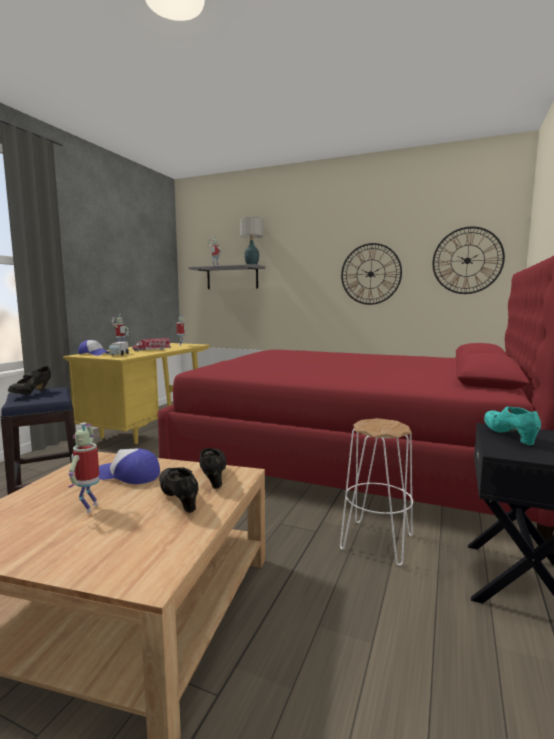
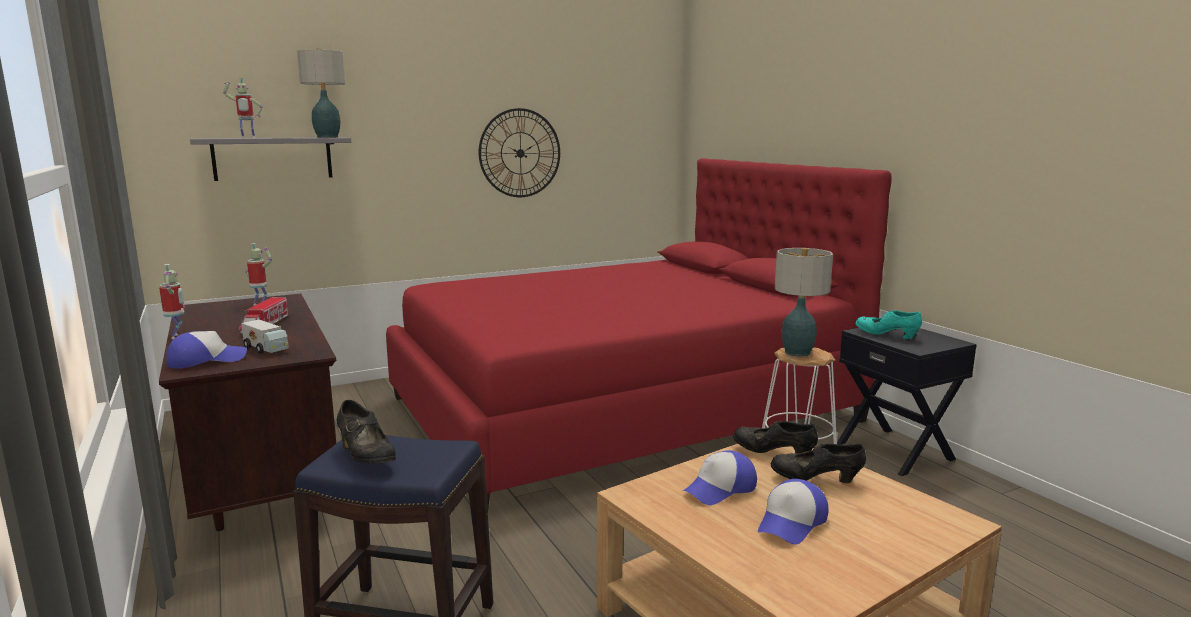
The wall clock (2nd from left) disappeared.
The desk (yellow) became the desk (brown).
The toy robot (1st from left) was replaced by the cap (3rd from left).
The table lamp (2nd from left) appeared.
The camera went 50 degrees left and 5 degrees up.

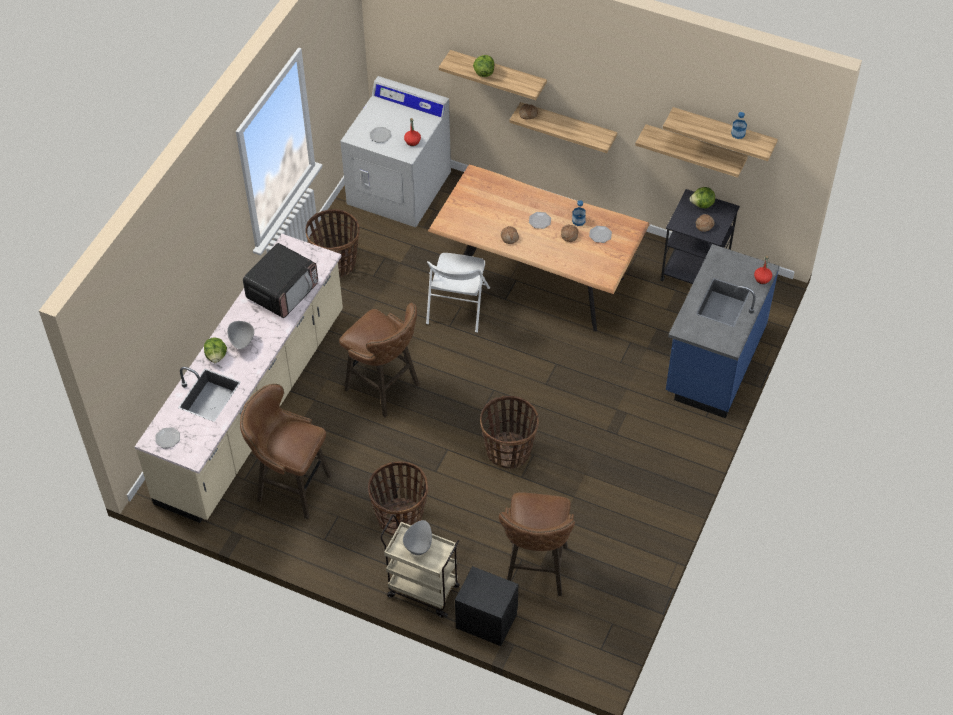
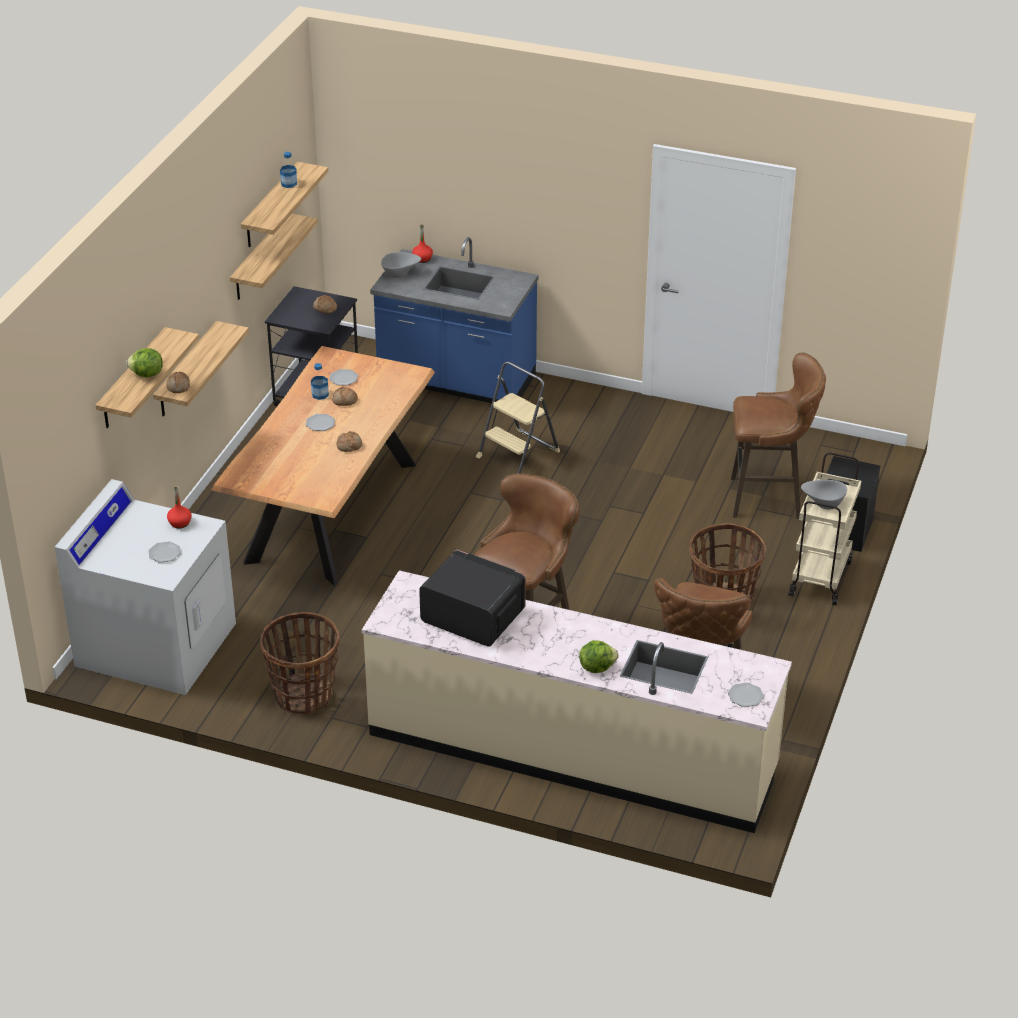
The lettuce (3rd from left) disappeared.
The chair (white) disappeared.
The bowl (grey) (1st from left) moved.
The basket (3rd from left) disappeared.
The step ladder (beige) appeared.
The camera went 95 degrees left and 15 degrees down.

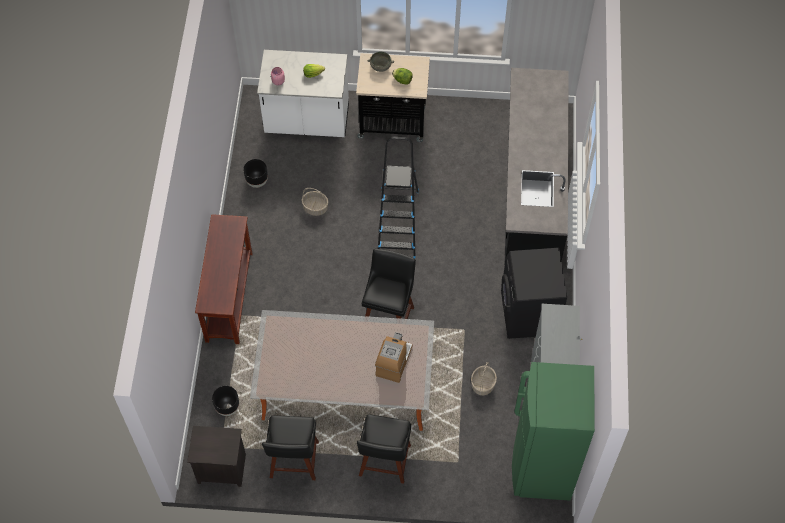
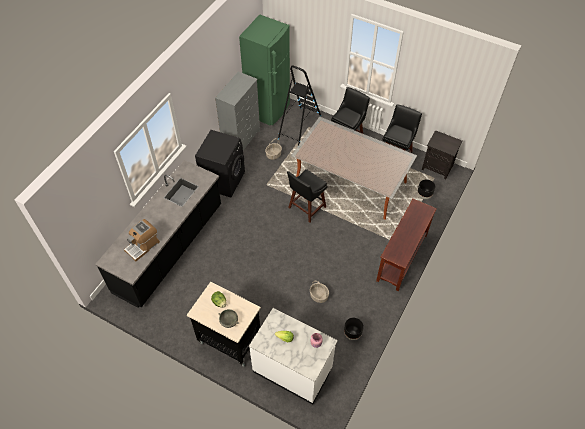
The step ladder (black) moved.
The coffee machine moved.
The camera went 155 degrees left and 5 degrees down.

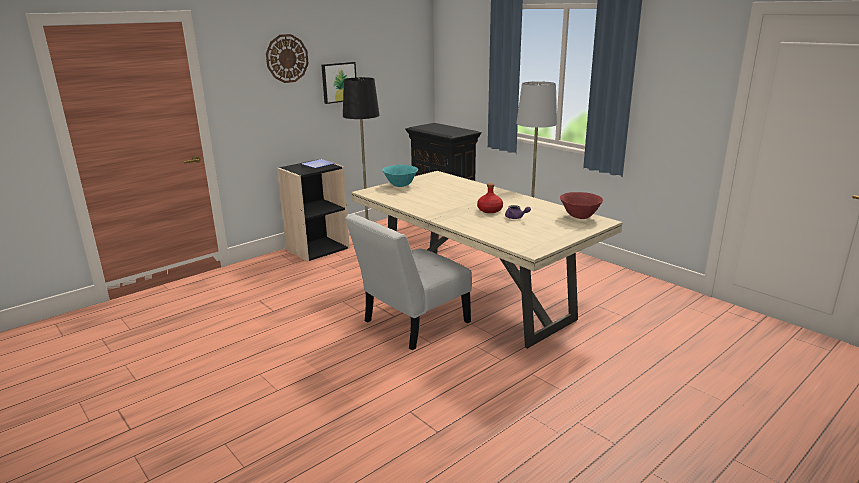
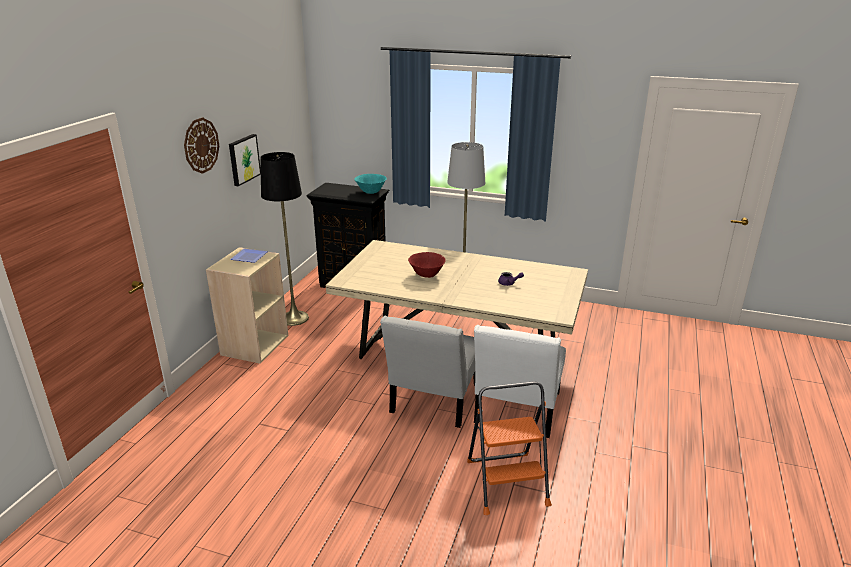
The bookcase (black) became the bookcase (beige).
The bowl (turquoise) moved.
The bottle (red) disappeared.
The bowl (red) moved.
The chair (white) (2nd from left) appeared.
The step ladder (orange) appeared.
The camera went 30 degrees left and 5 degrees up.

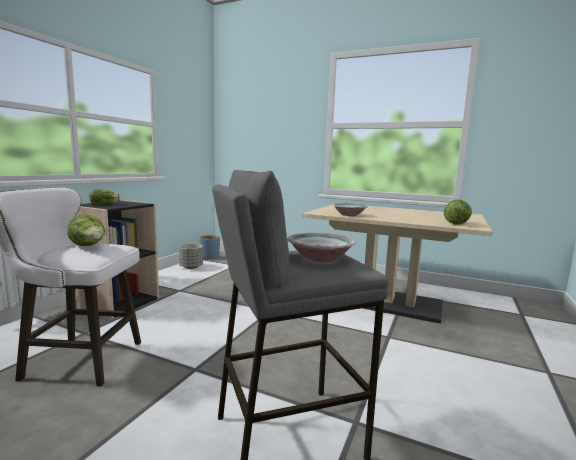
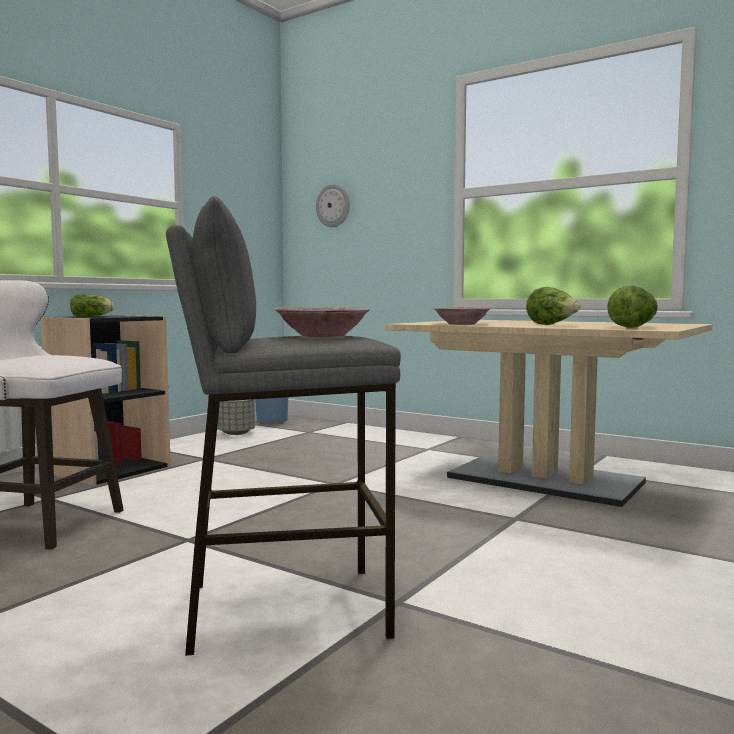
The lettuce (1st from left in the first image) moved.
The wall clock appeared.
The camera went 10 degrees right and 5 degrees down.

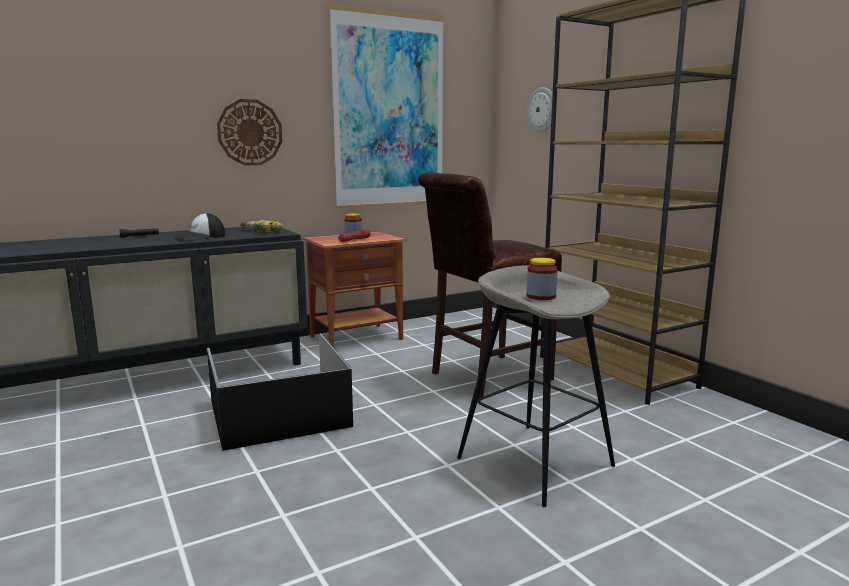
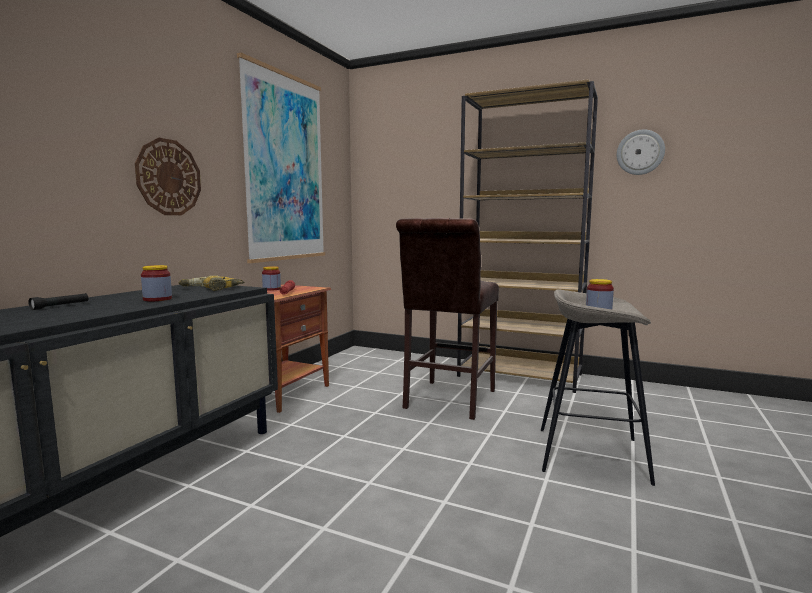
The wall clock (2nd from left) moved.
The cap was replaced by the jar (1st from left).
The storage box (black) disappeared.
The camera went 35 degrees left and 5 degrees down.

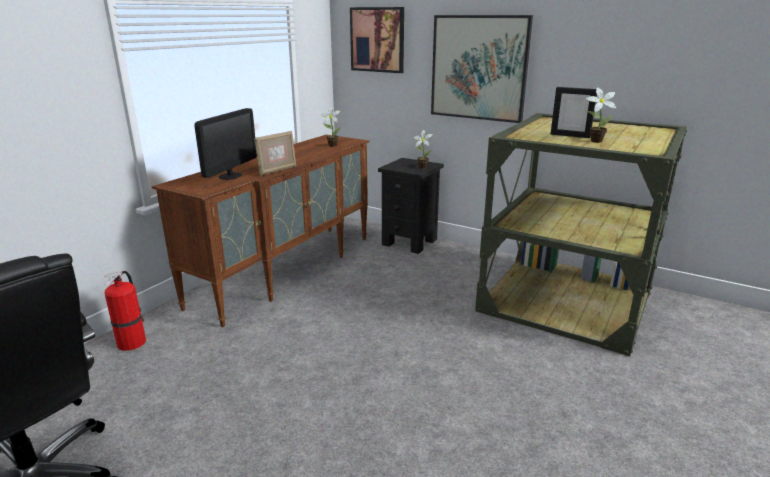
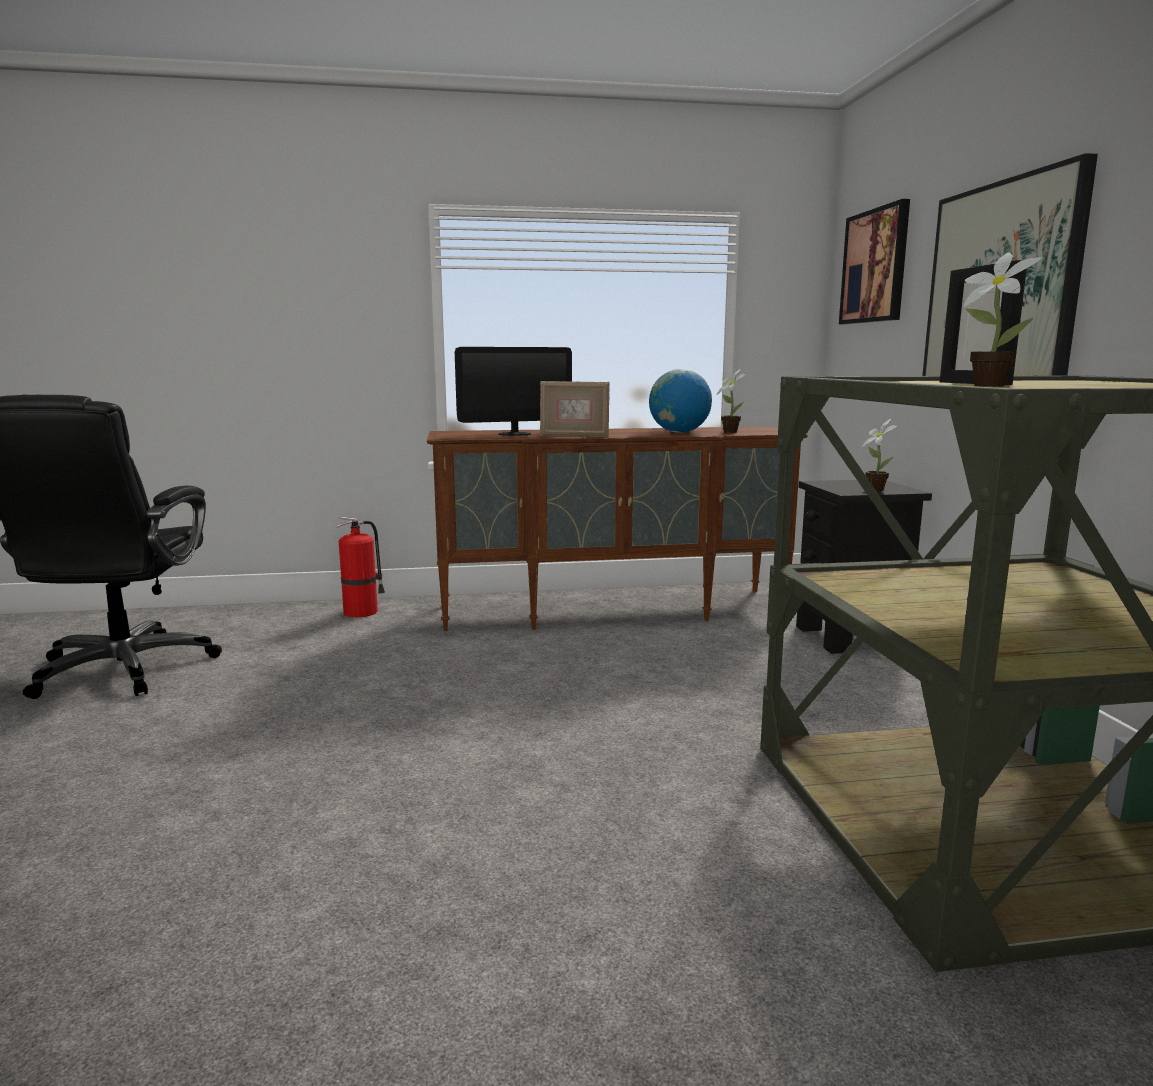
The globe appeared.
The camera went 50 degrees right and 10 degrees down.

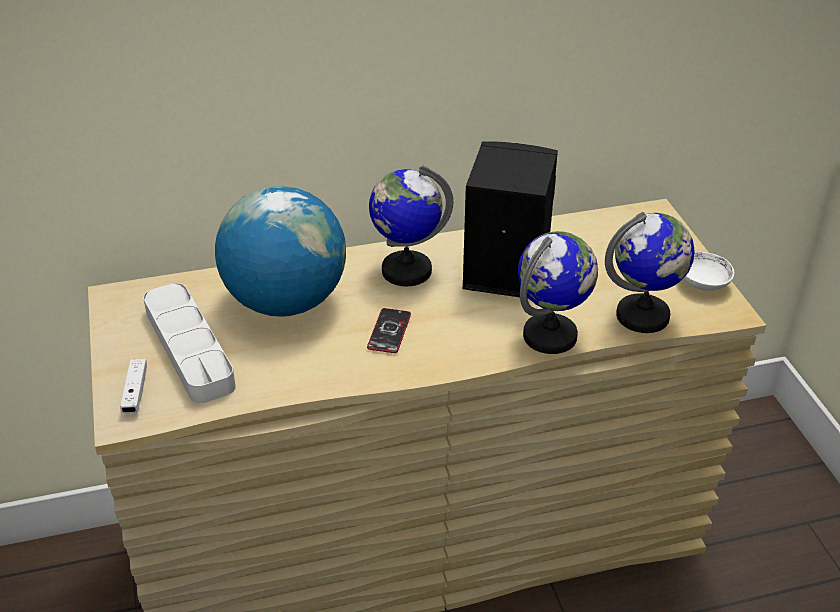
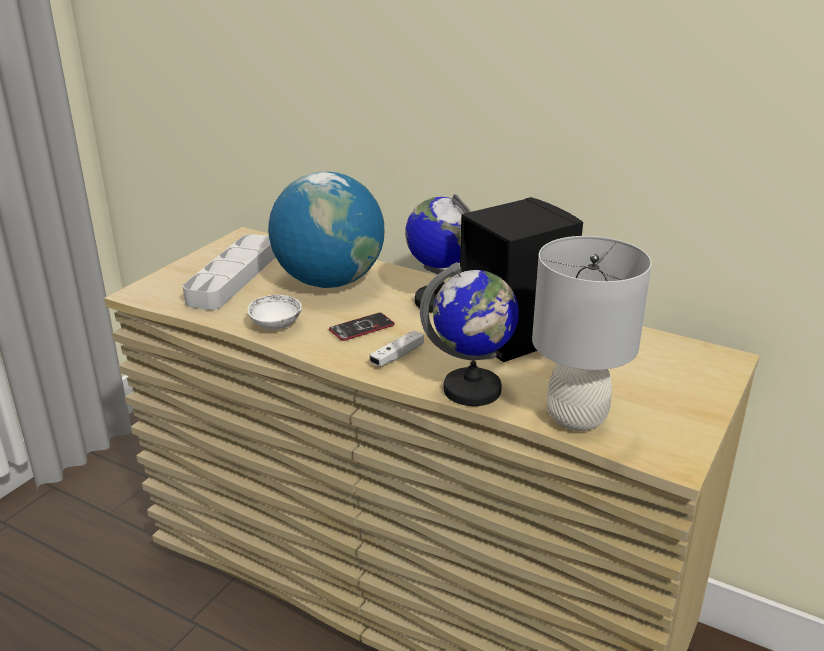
The globe (4th from left) was replaced by the table lamp (grey).
The bowl (white) moved.
The game controller (white) moved.
The camera went 45 degrees right and 10 degrees down.

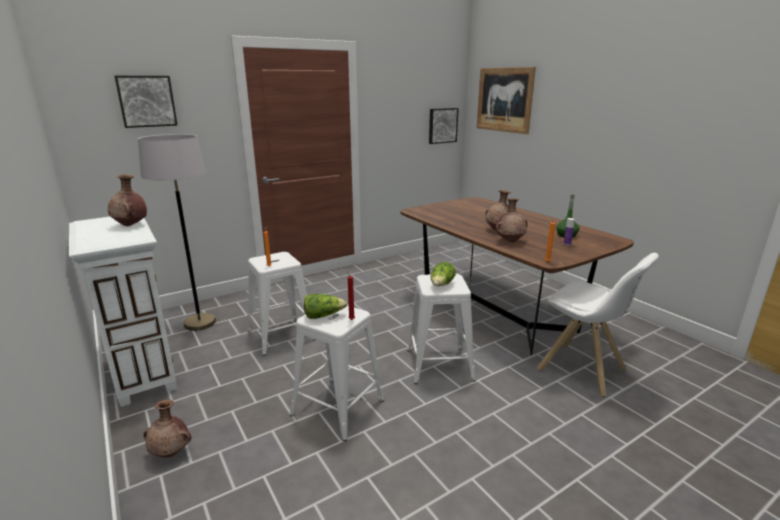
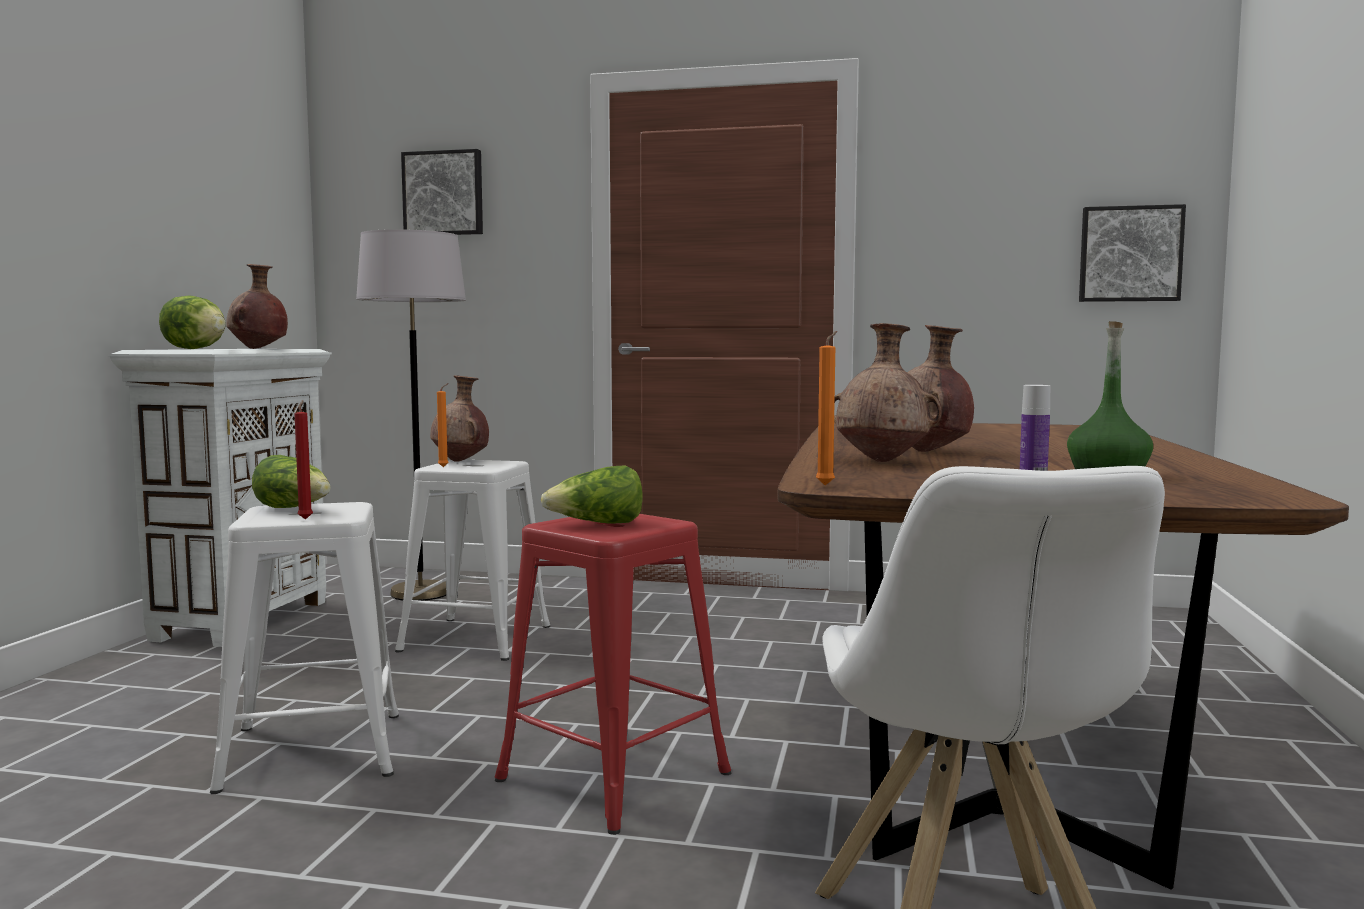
The picture (3rd from left) disappeared.
The stool (white) (3rd from left) became the stool (red).
The vase (brown) (2nd from left) moved.
The lettuce (1st from left) appeared.
The camera went 45 degrees right and 15 degrees down.

